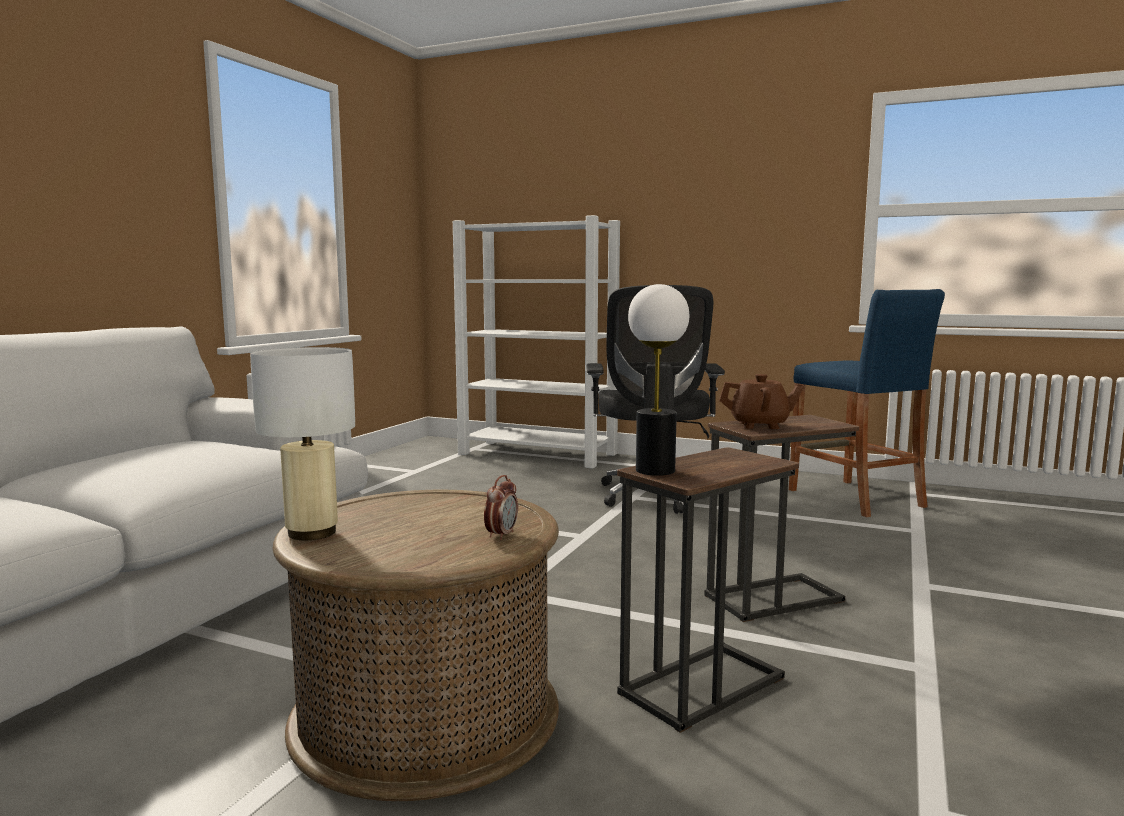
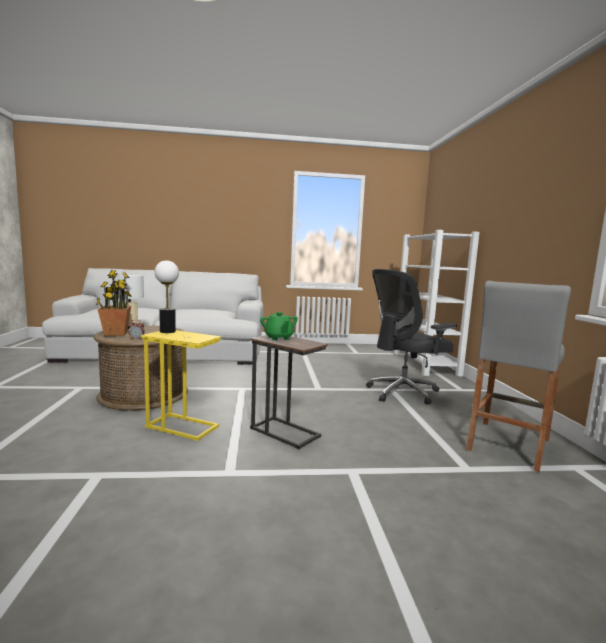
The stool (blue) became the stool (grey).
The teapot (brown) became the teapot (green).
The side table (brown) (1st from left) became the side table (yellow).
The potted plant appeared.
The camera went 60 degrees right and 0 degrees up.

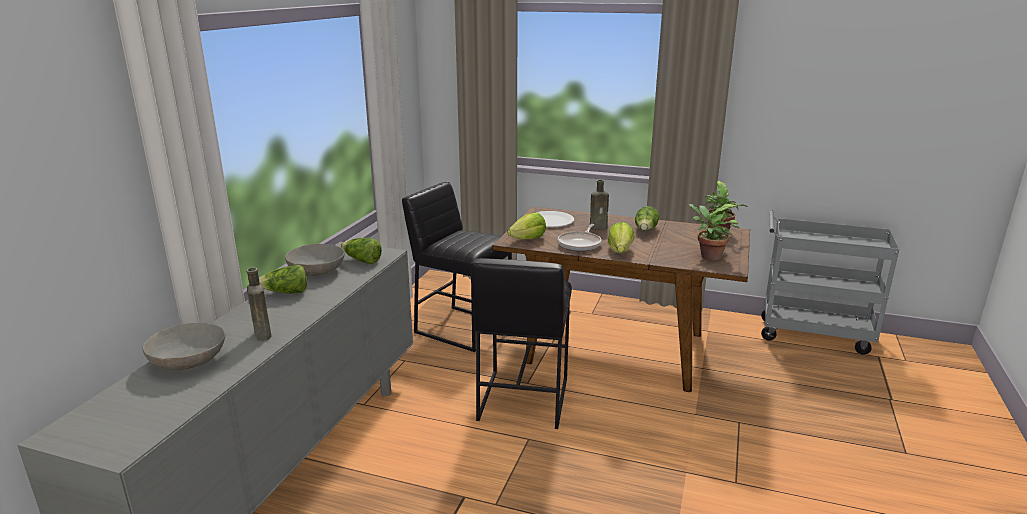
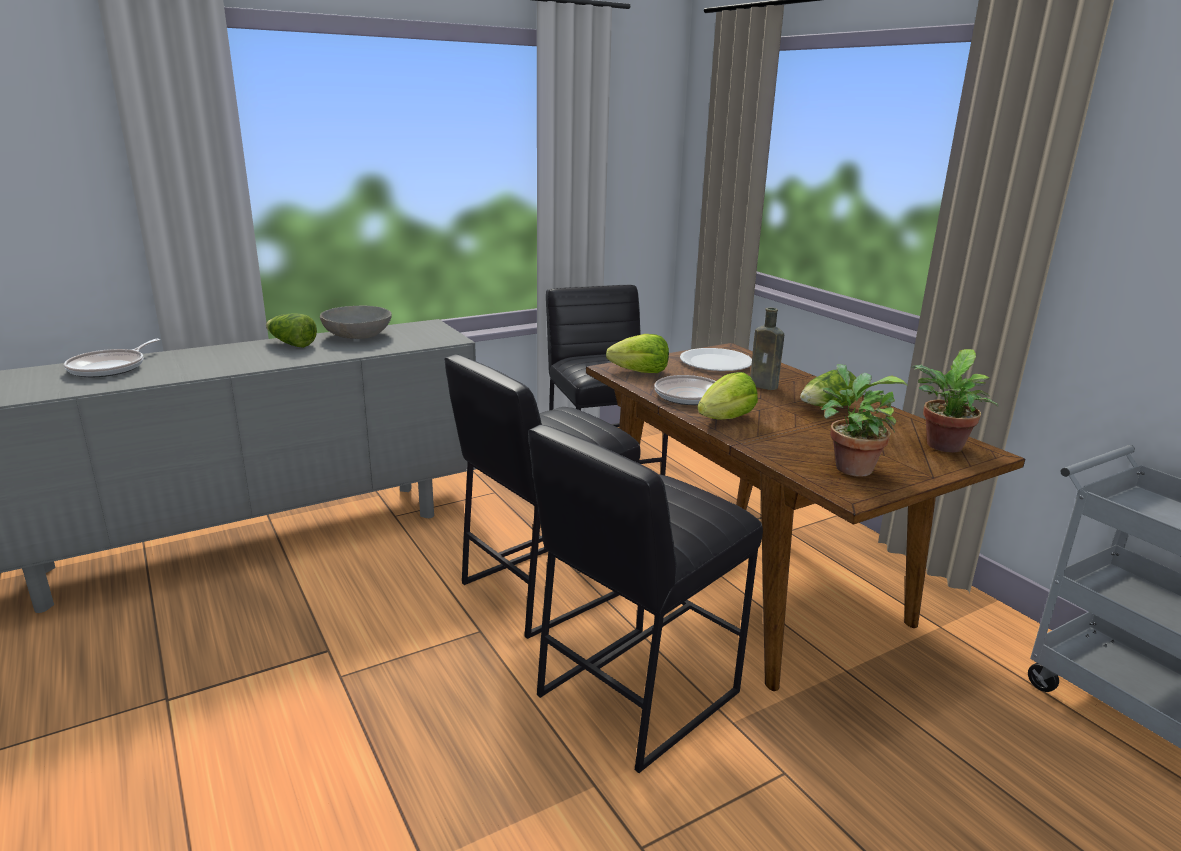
The lettuce (2nd from left) disappeared.
The bottle (brown) (1st from left) disappeared.
The bowl (grey) (1st from left) was replaced by the frying pan (1st from left).
The stool (black) (3rd from left) appeared.
The camera went 40 degrees right and 0 degrees up.

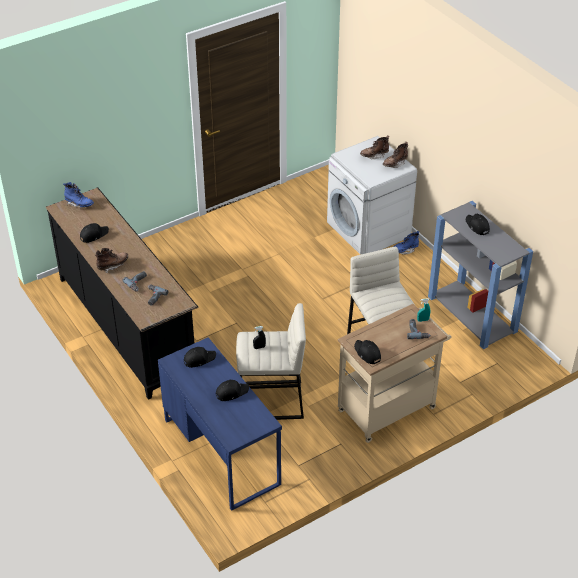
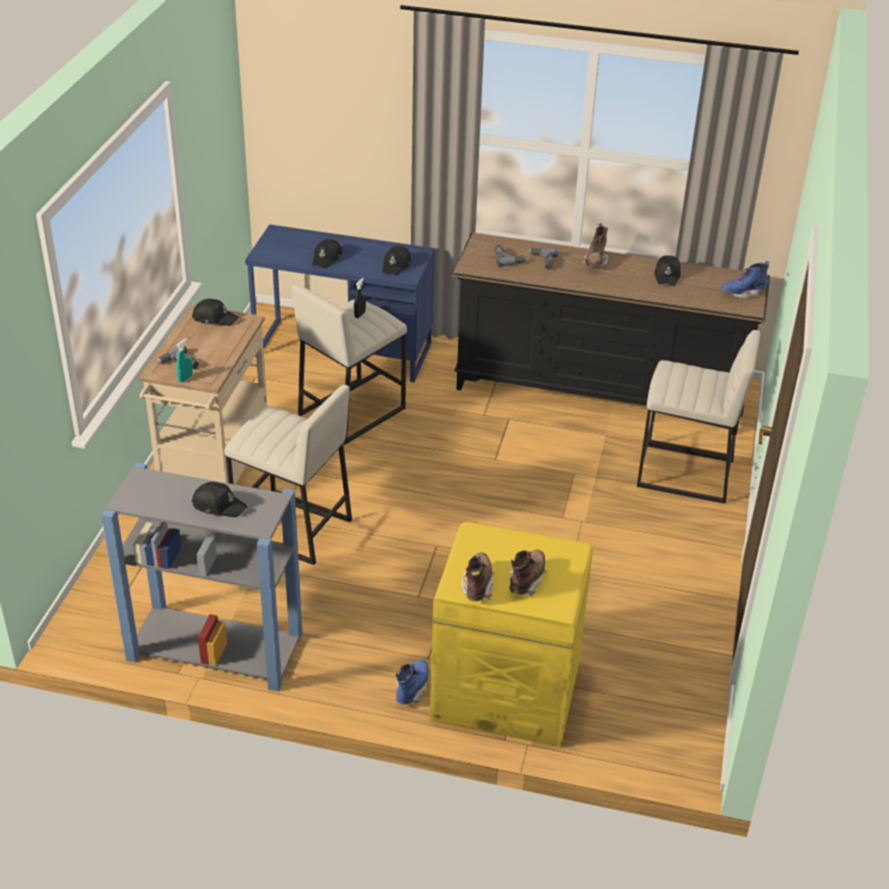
The washing machine (white) became the washing machine (yellow).
The stool (beige) (3rd from left) appeared.
The camera went 135 degrees right and 5 degrees down.

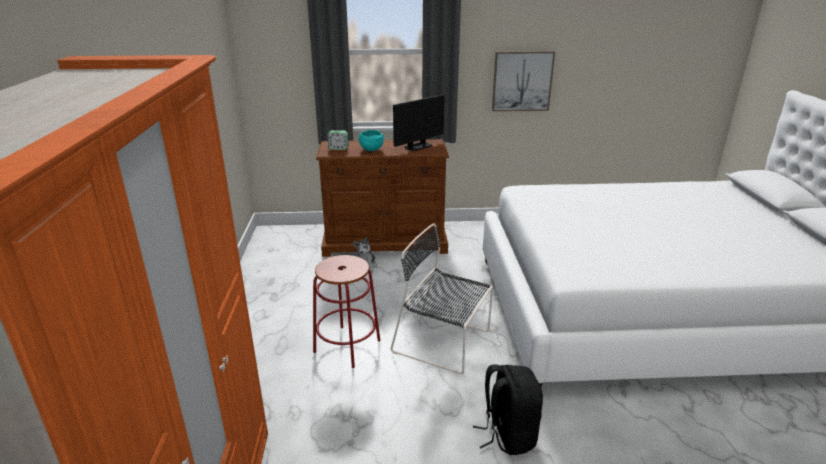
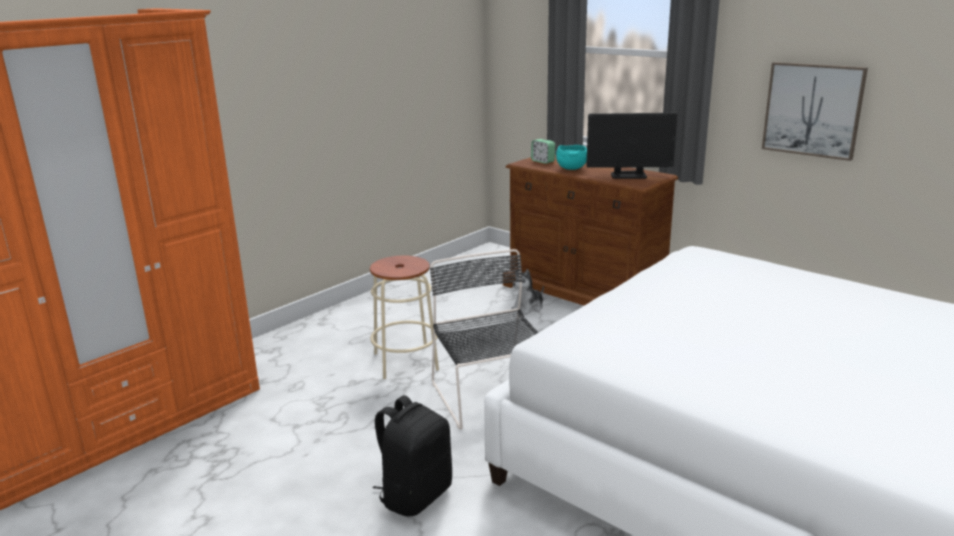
The stool (red) became the stool (beige).
The camera went 45 degrees right and 5 degrees down.

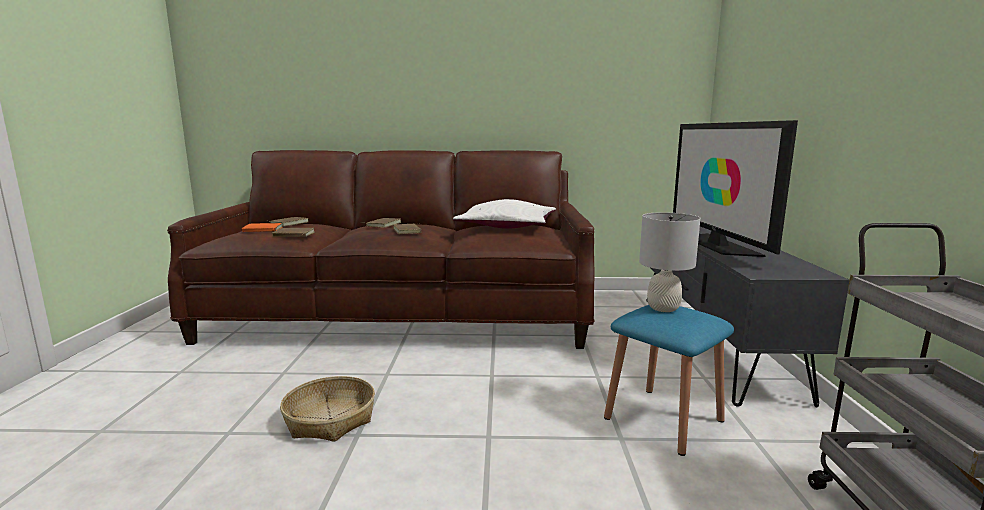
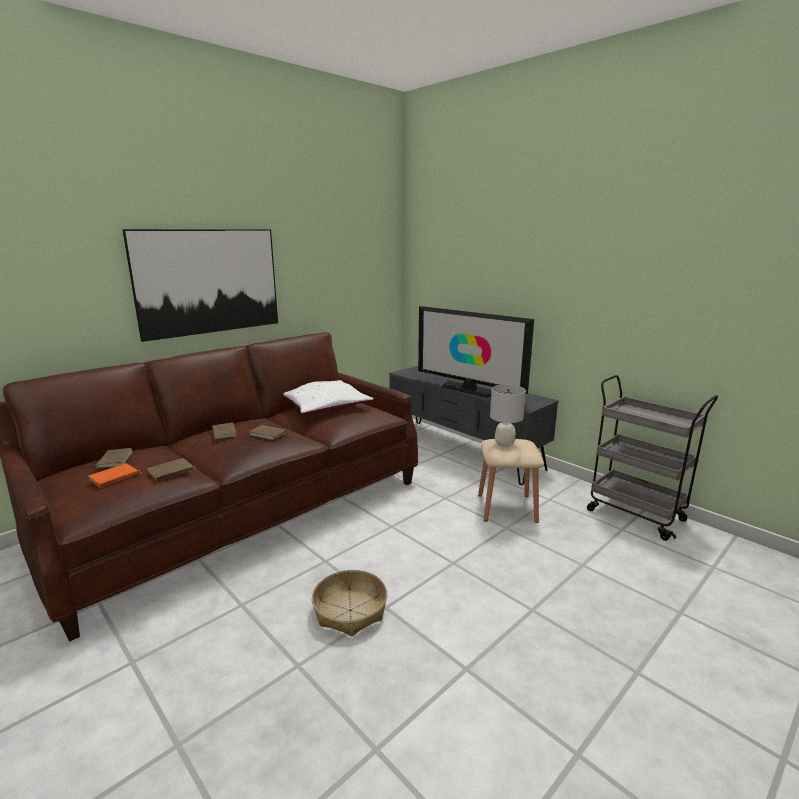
The stool (blue) became the stool (beige).
The picture appeared.
The camera went 45 degrees left and 5 degrees up.

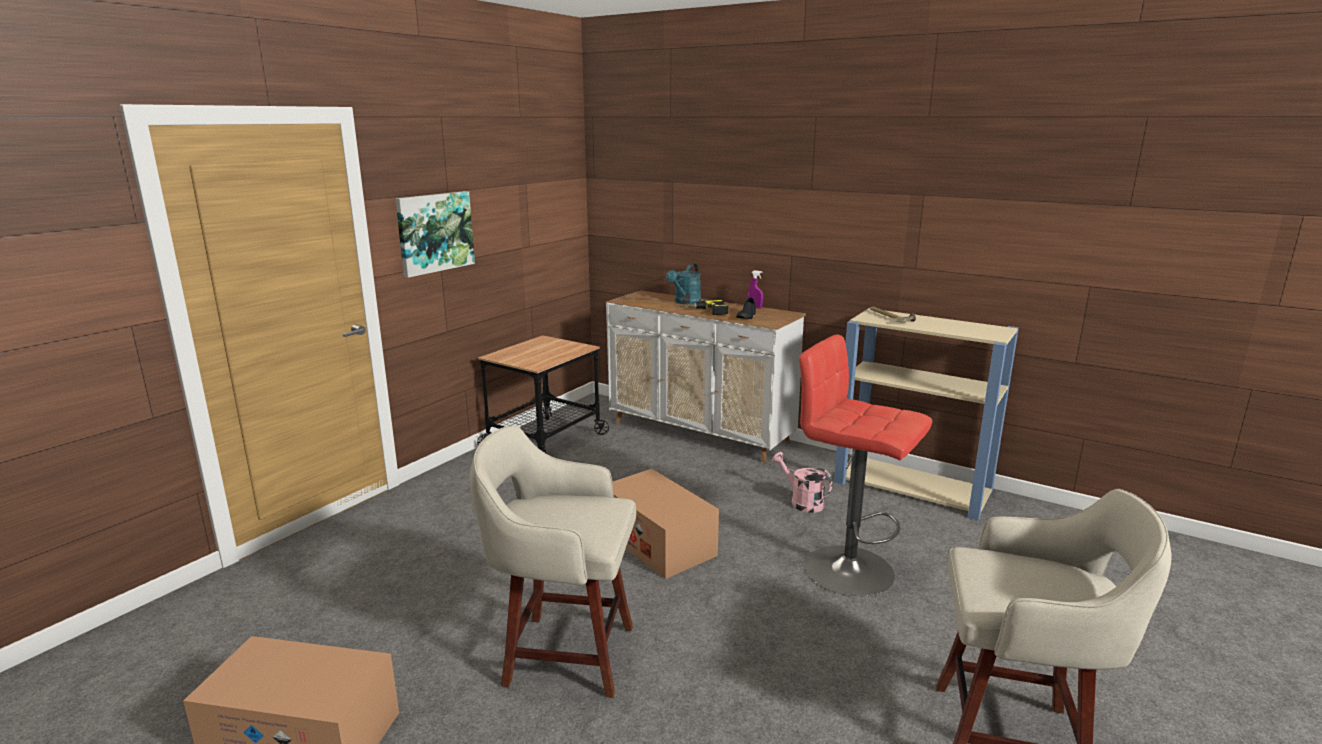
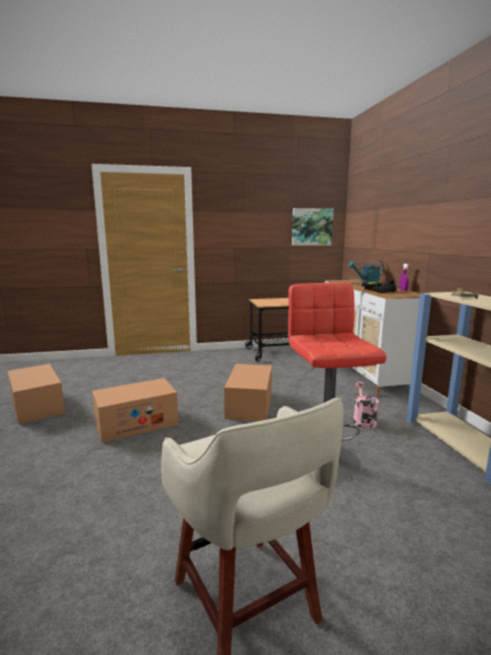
The picture moved.
The stool (beige) (1st from left) was replaced by the cardboard box (2nd from left).
The camera went 45 degrees right and 5 degrees down.

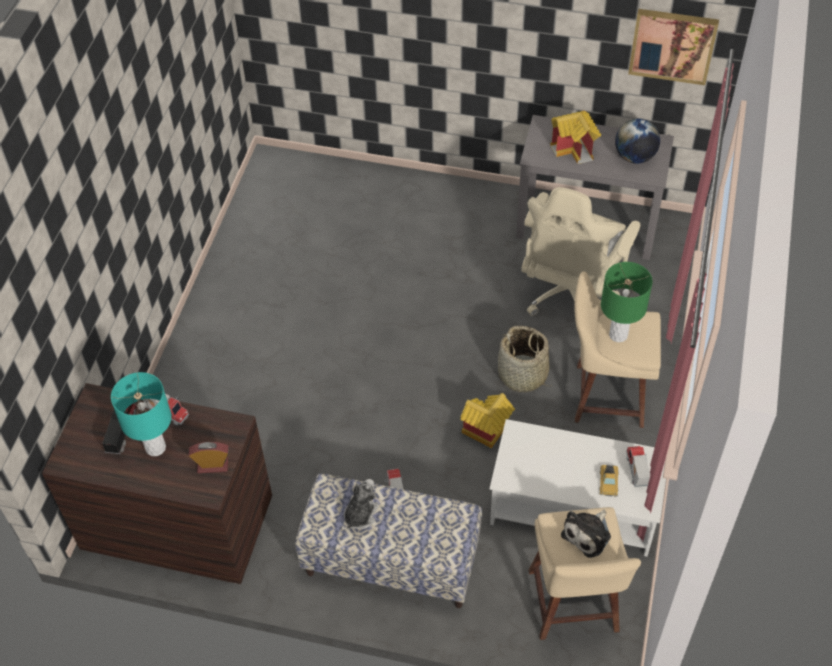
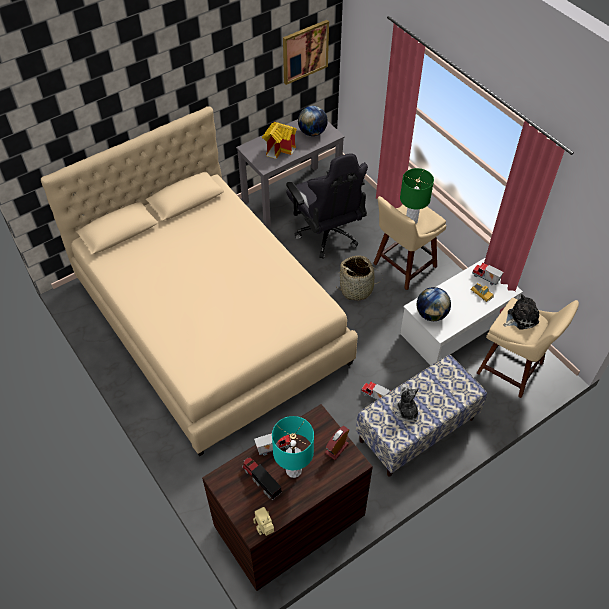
The office chair (beige) became the office chair (black).
The toy house (1st from left) disappeared.
The plush toy (2nd from left) turned 105 degrees counterclockwise.
The bed (beige) appeared.
The globe (2nd from left) appeared.
The toy robot appeared.
The camera went 50 degrees left and 0 degrees up.

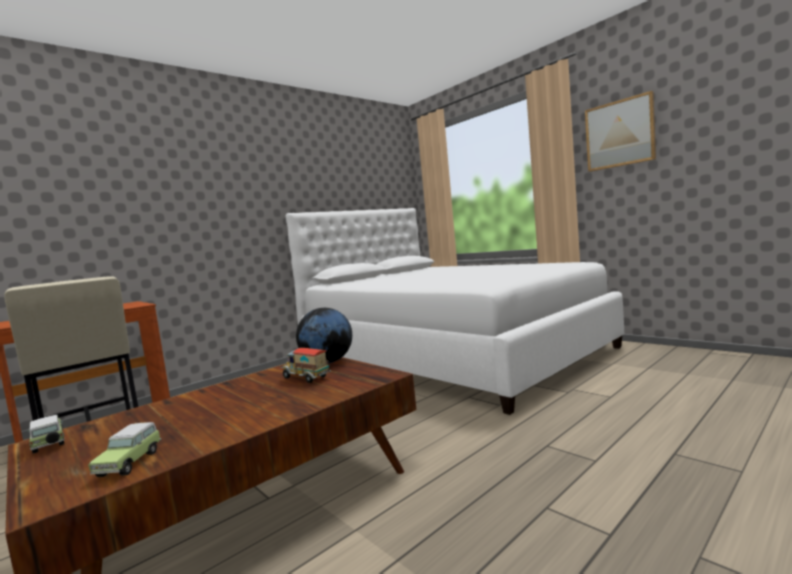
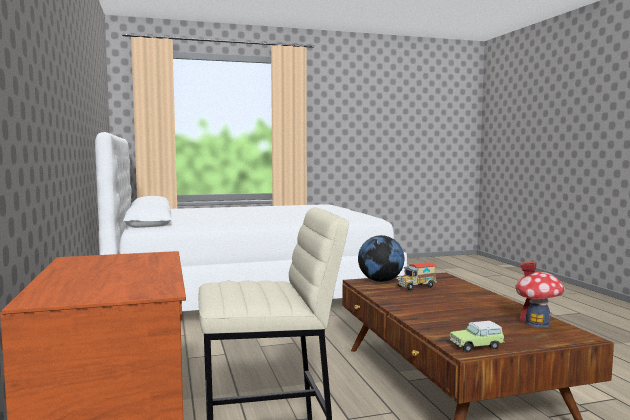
The picture disappeared.
The toy car (2nd from left) was replaced by the toy house.
The camera went 65 degrees left and 0 degrees up.

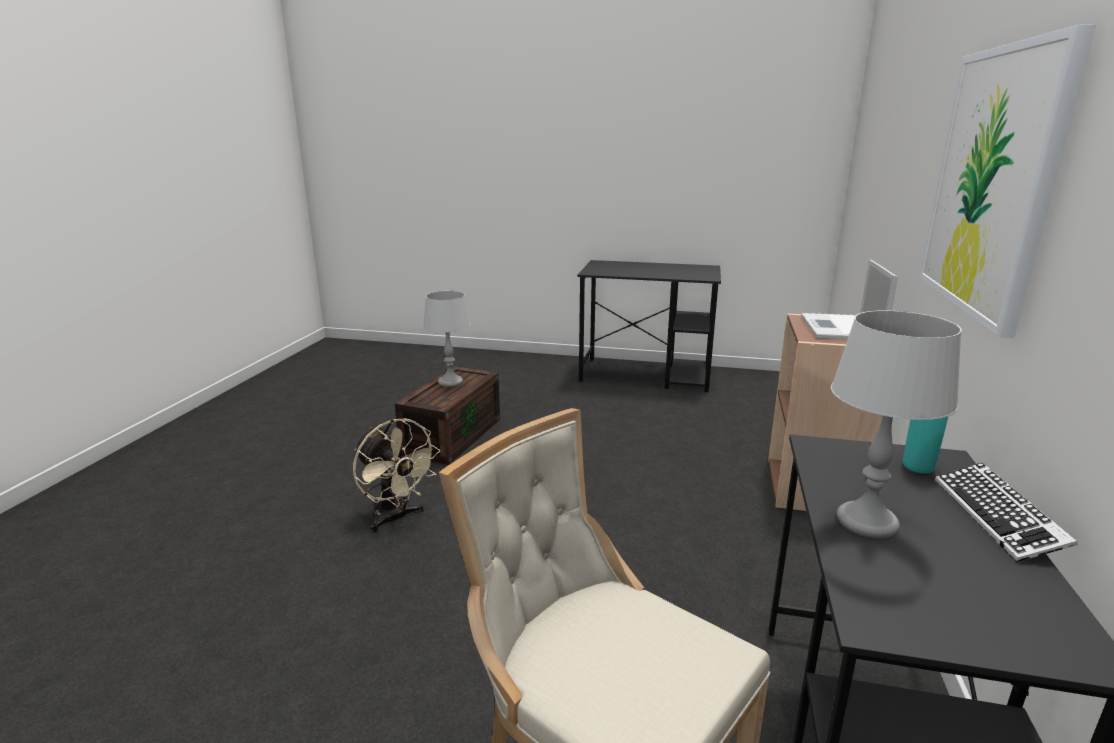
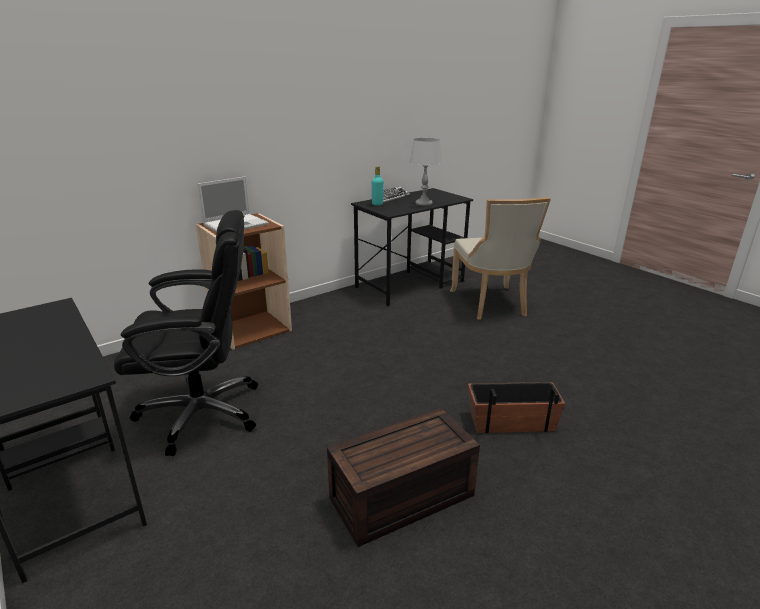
The picture disappeared.
The table lamp (grey) (1st from left) disappeared.
The fan (beige) was replaced by the planter.
The office chair (black) appeared.
The camera went 140 degrees left and 5 degrees up.

